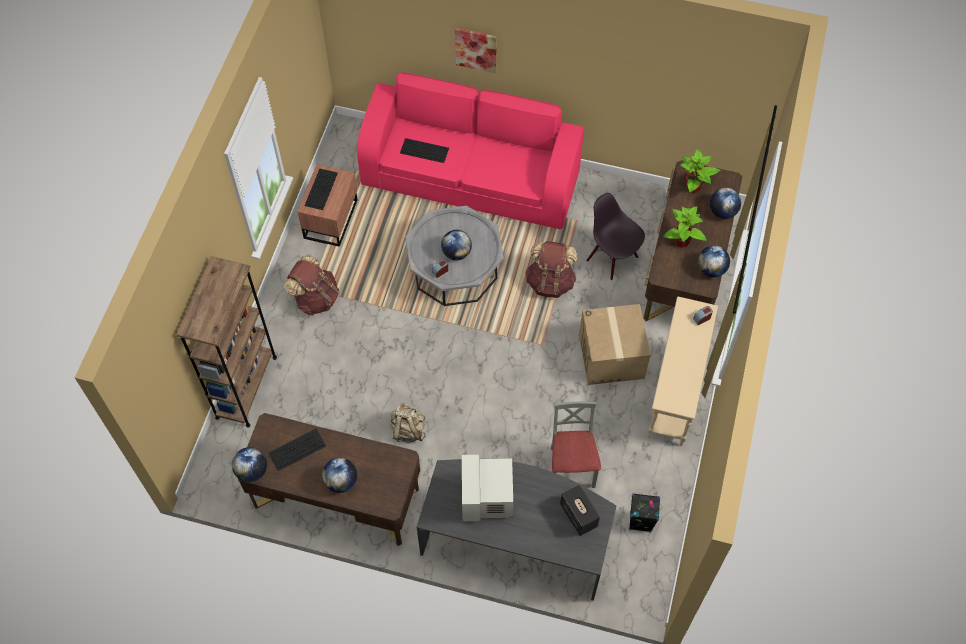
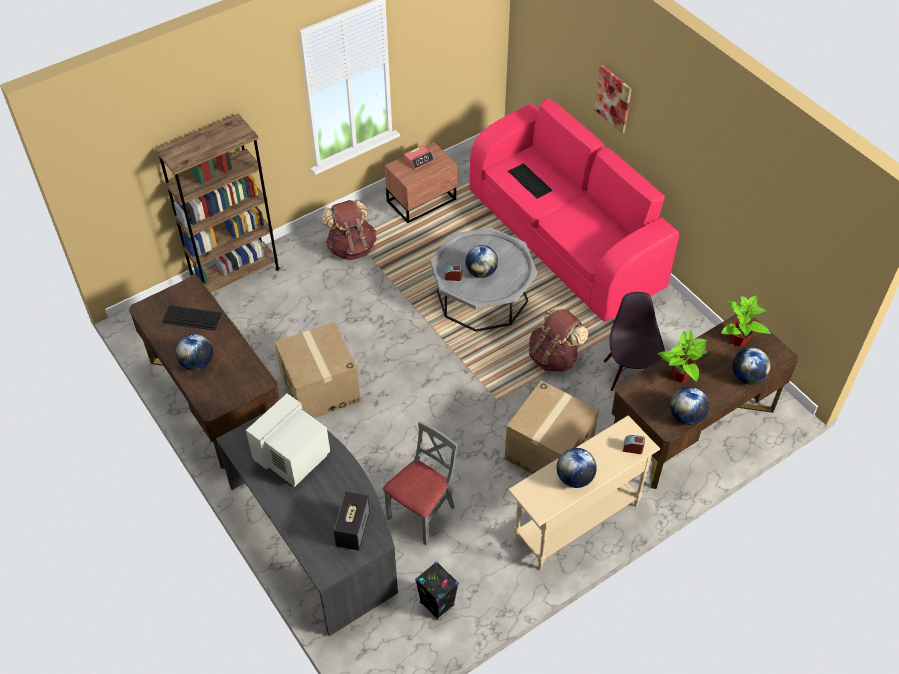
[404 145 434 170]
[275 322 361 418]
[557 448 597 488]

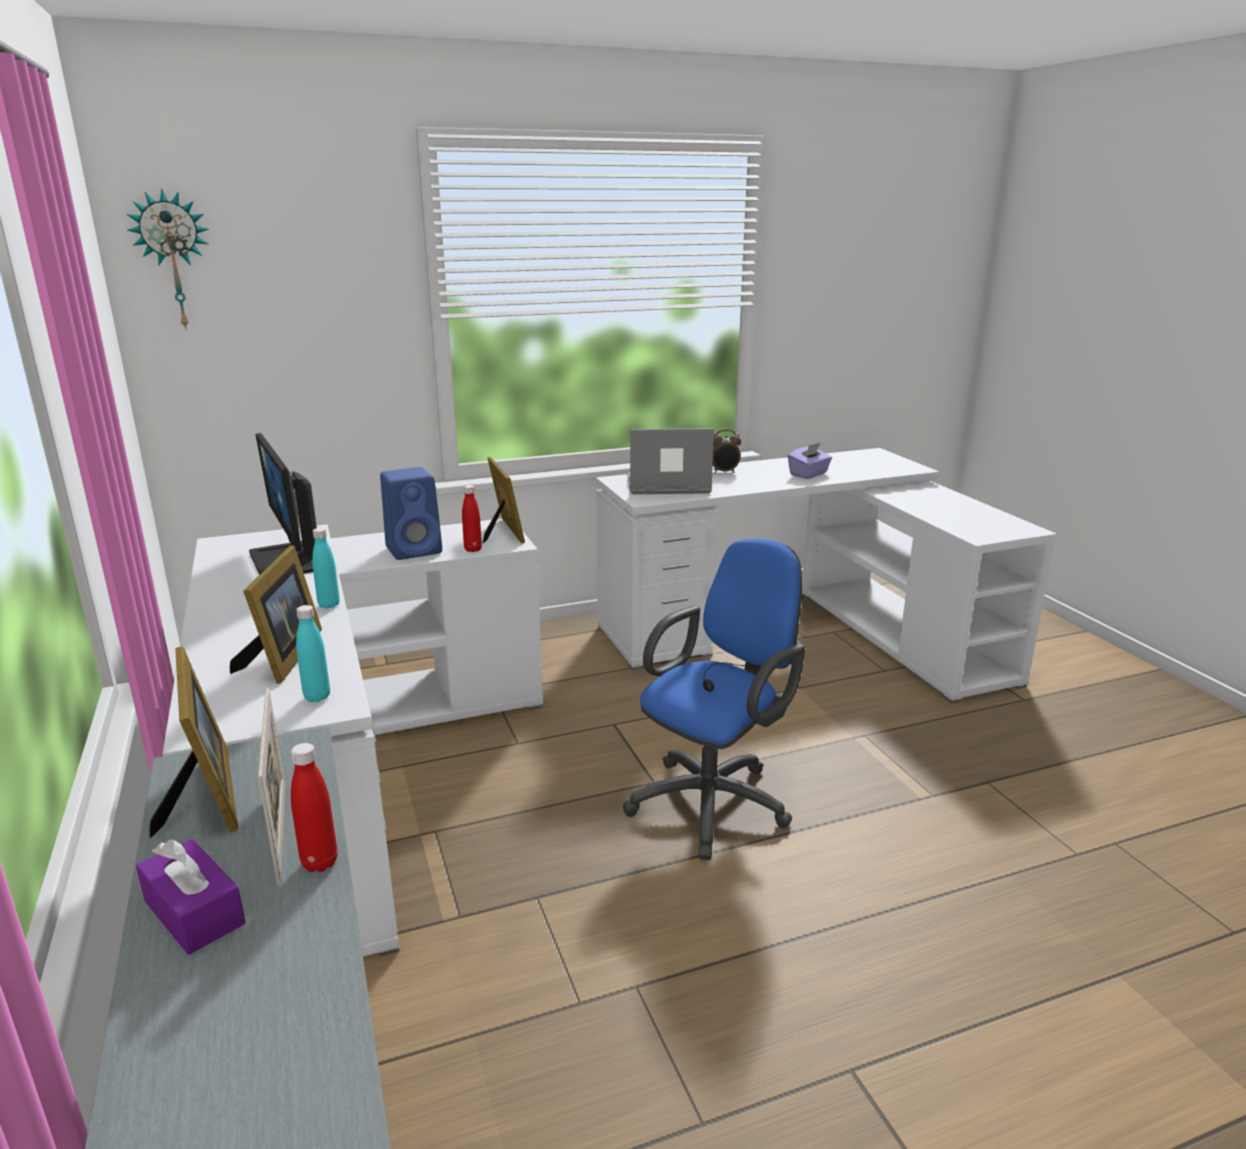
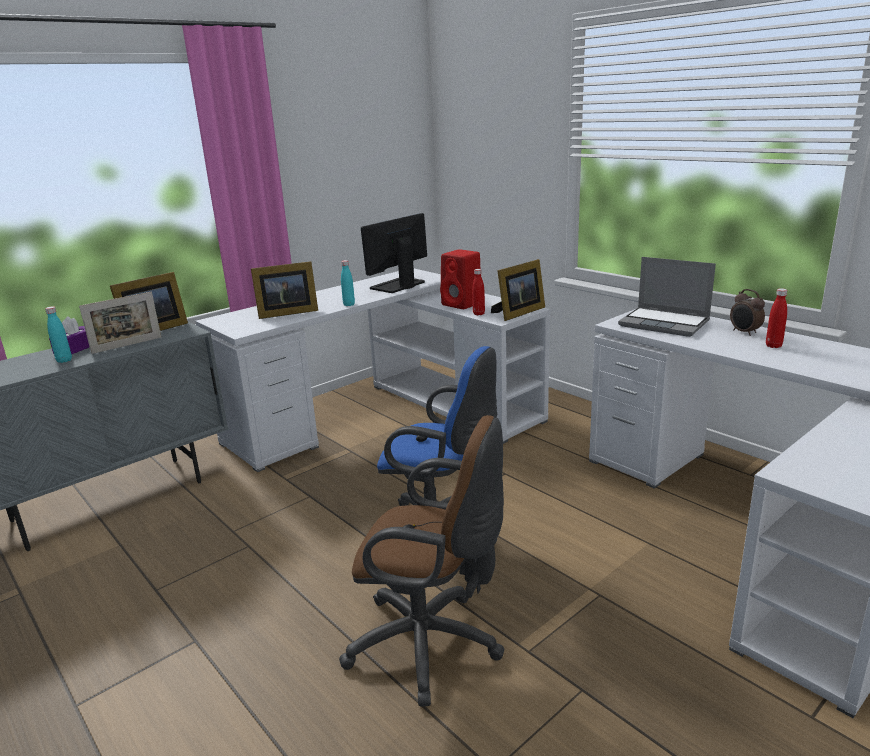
[126 188 209 331] (first image)
[618 257 716 337]
[788 442 832 479] (first image)
[440 249 480 309]
[45 306 72 363]
[766 288 787 348]
[339 415 504 706]

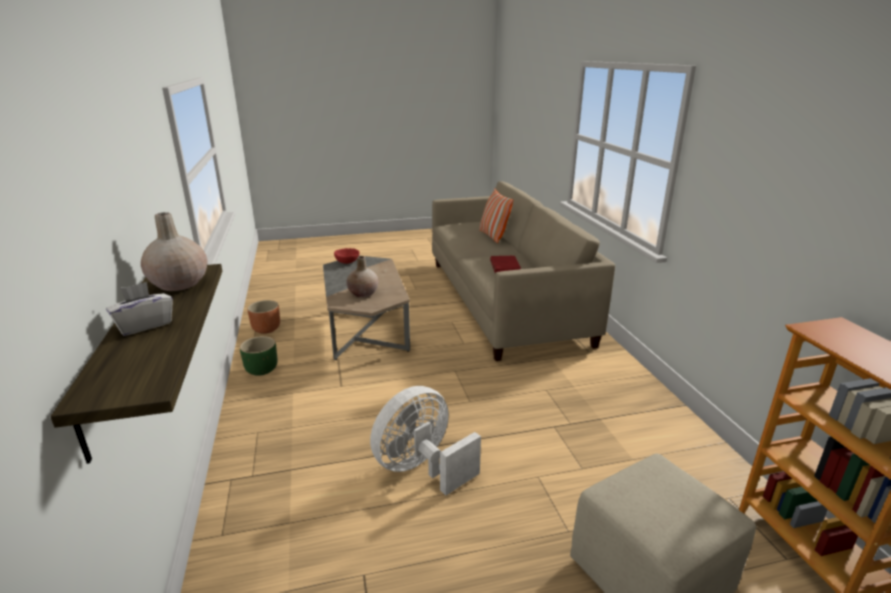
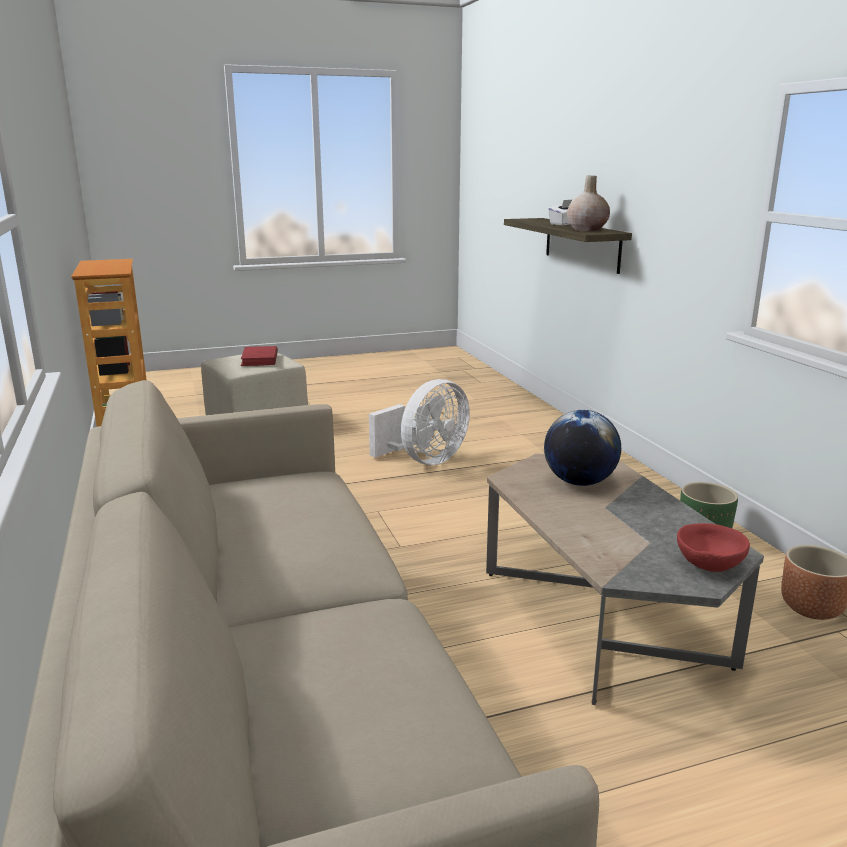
[479 189 514 243] (first image)
[544 410 621 486]
[241 346 278 366]

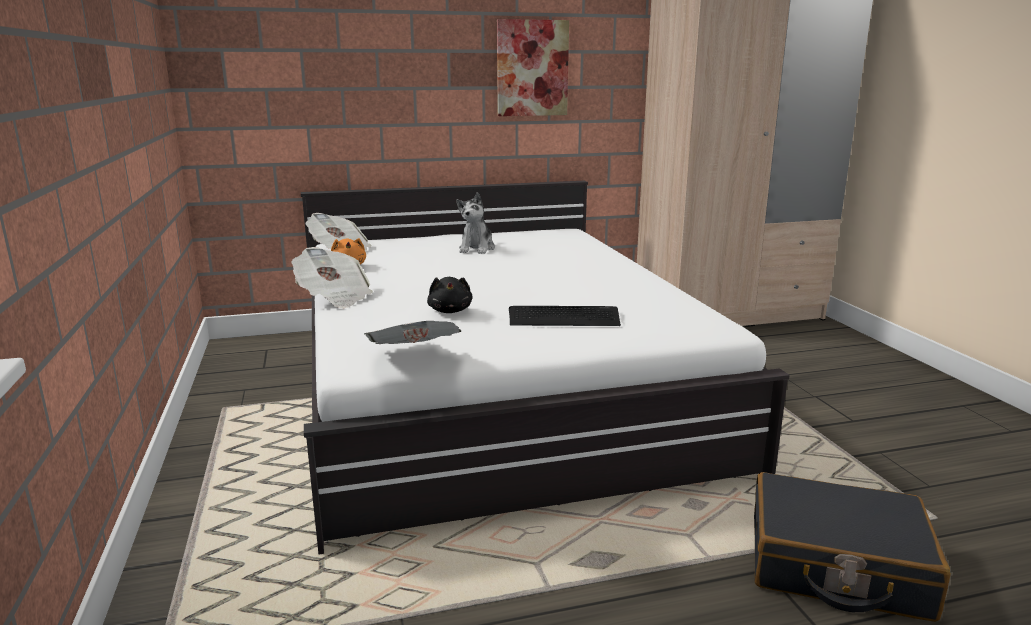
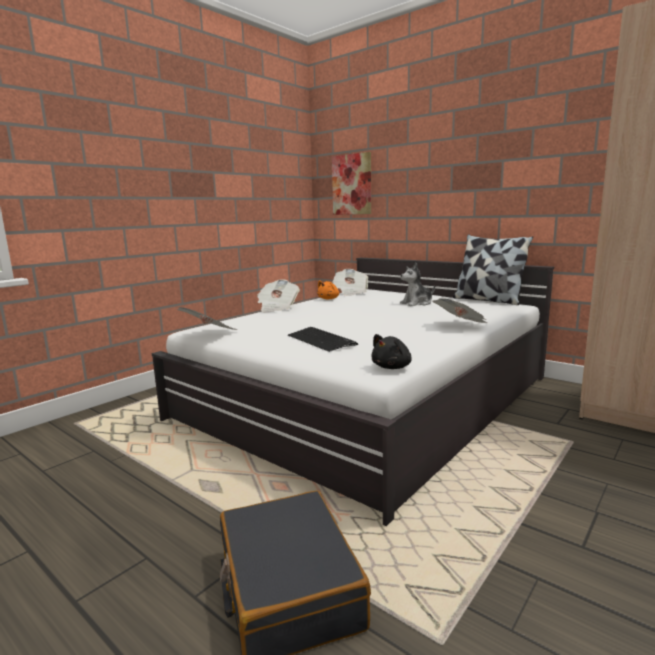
[332 152 371 215]
[371 334 412 369]
[453 235 533 305]
[432 298 487 323]

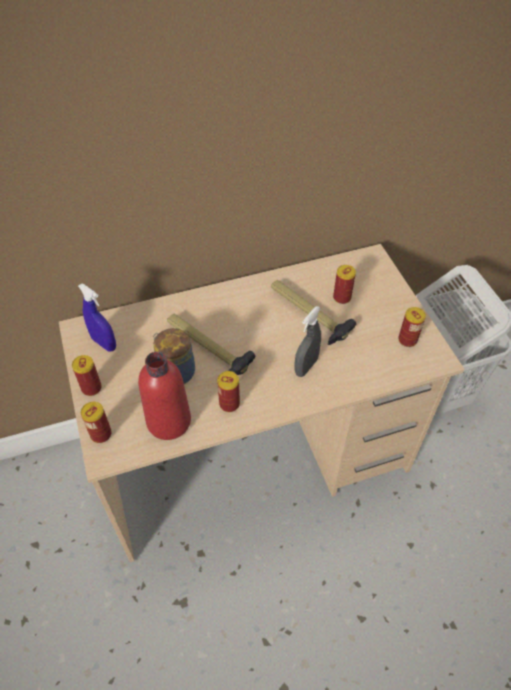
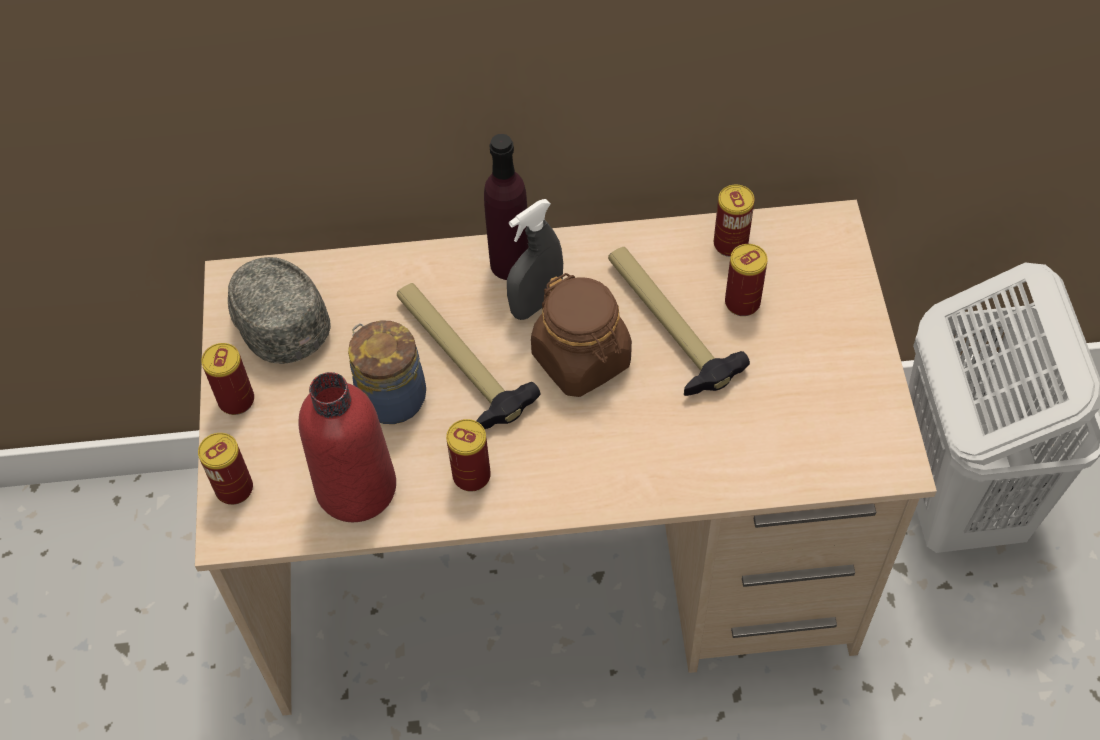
[228 257 331 364]
[507 199 563 320]
[714 185 755 257]
[484 134 529 280]
[531 273 632 397]

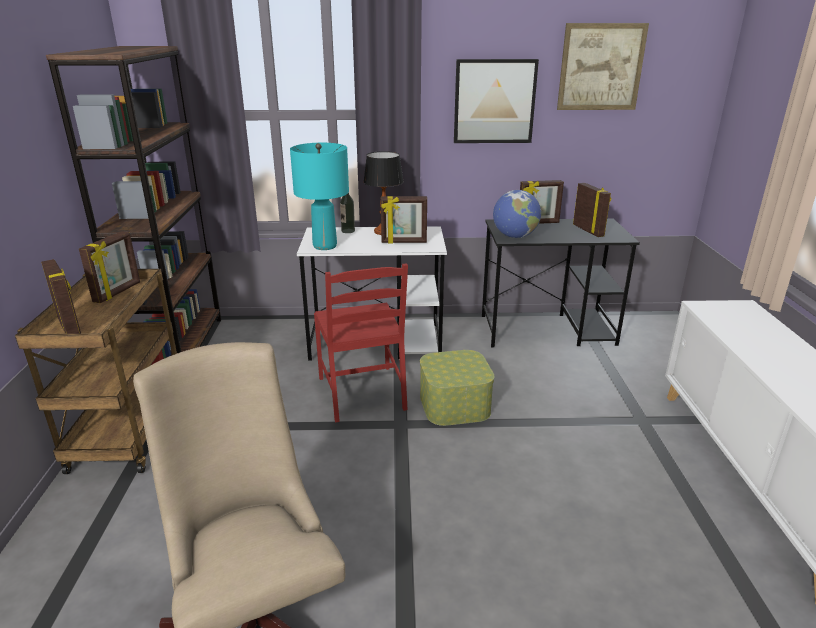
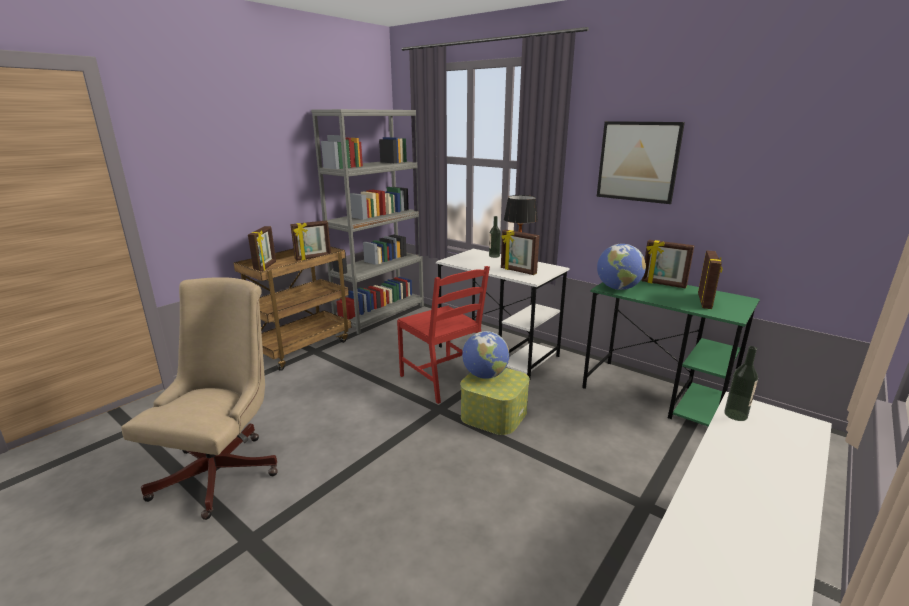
[557 23 649 110] (first image)
[311 109 424 334]
[290 143 349 250] (first image)
[582 279 760 427]
[397 266 490 404]
[462 331 510 379]
[724 346 758 421]

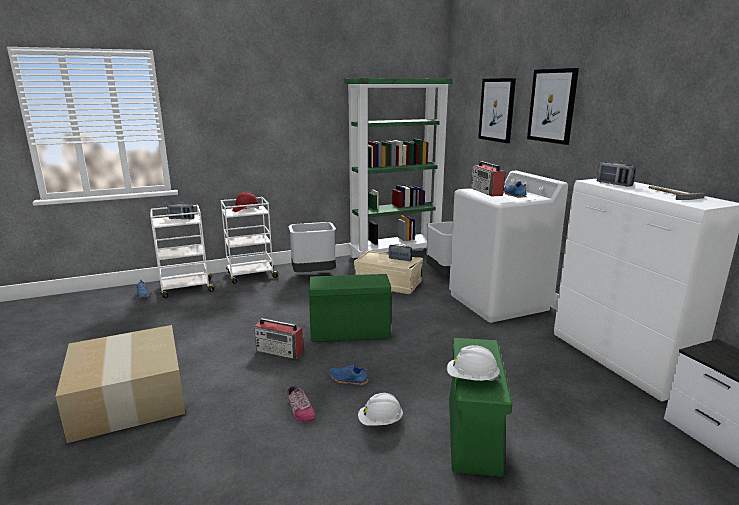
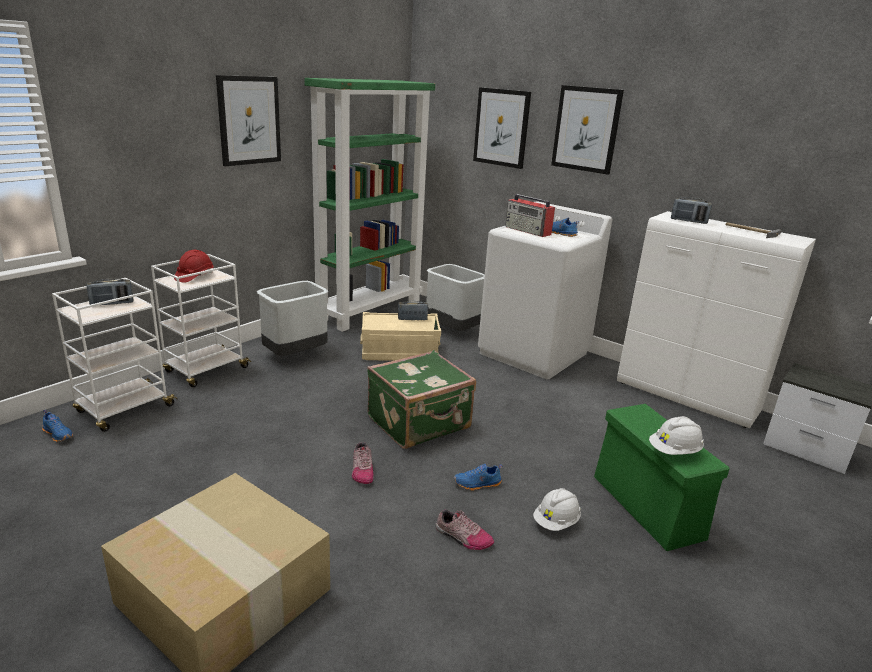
[367 350 476 449]
[352 442 373 484]
[216 75 281 166]

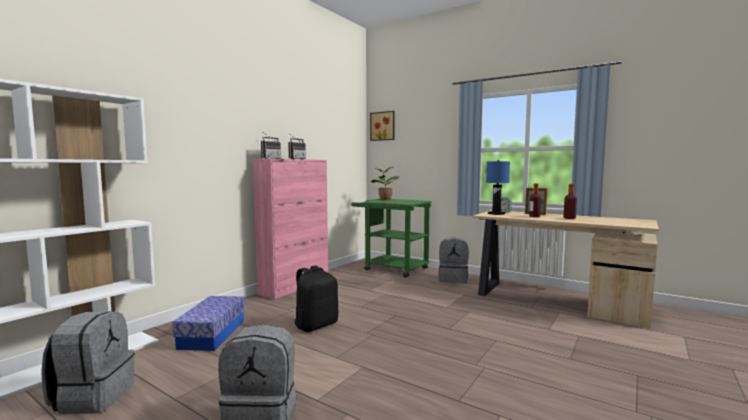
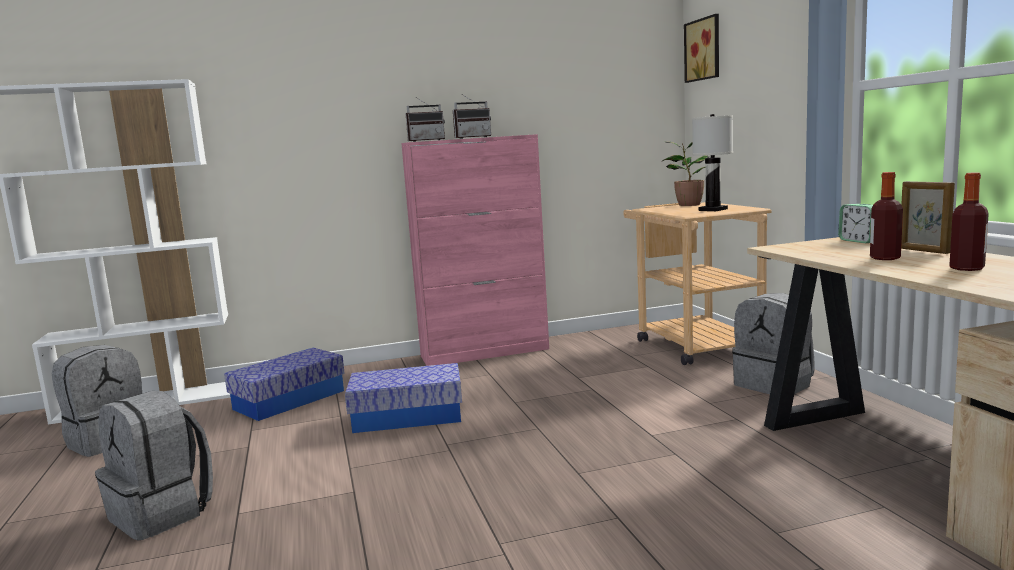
[486 160 510 215] (first image)
[623 202 772 365]
[345 363 462 433]
[692 114 733 211]

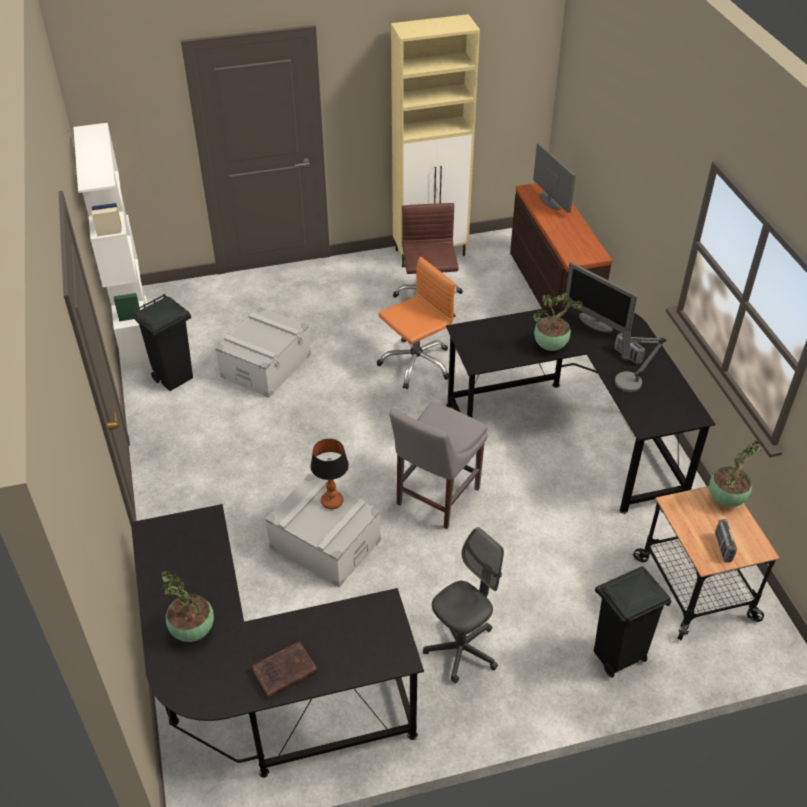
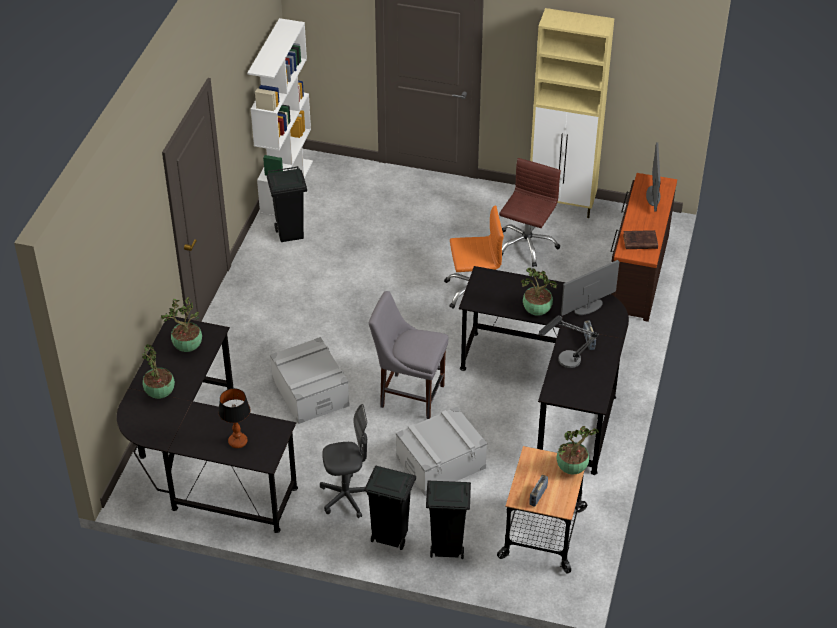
[561 260 619 316]
[396 407 487 496]
[369 291 449 419]
[218 388 250 448]
[623 230 658 249]
[161 297 202 352]
[364 466 416 550]

